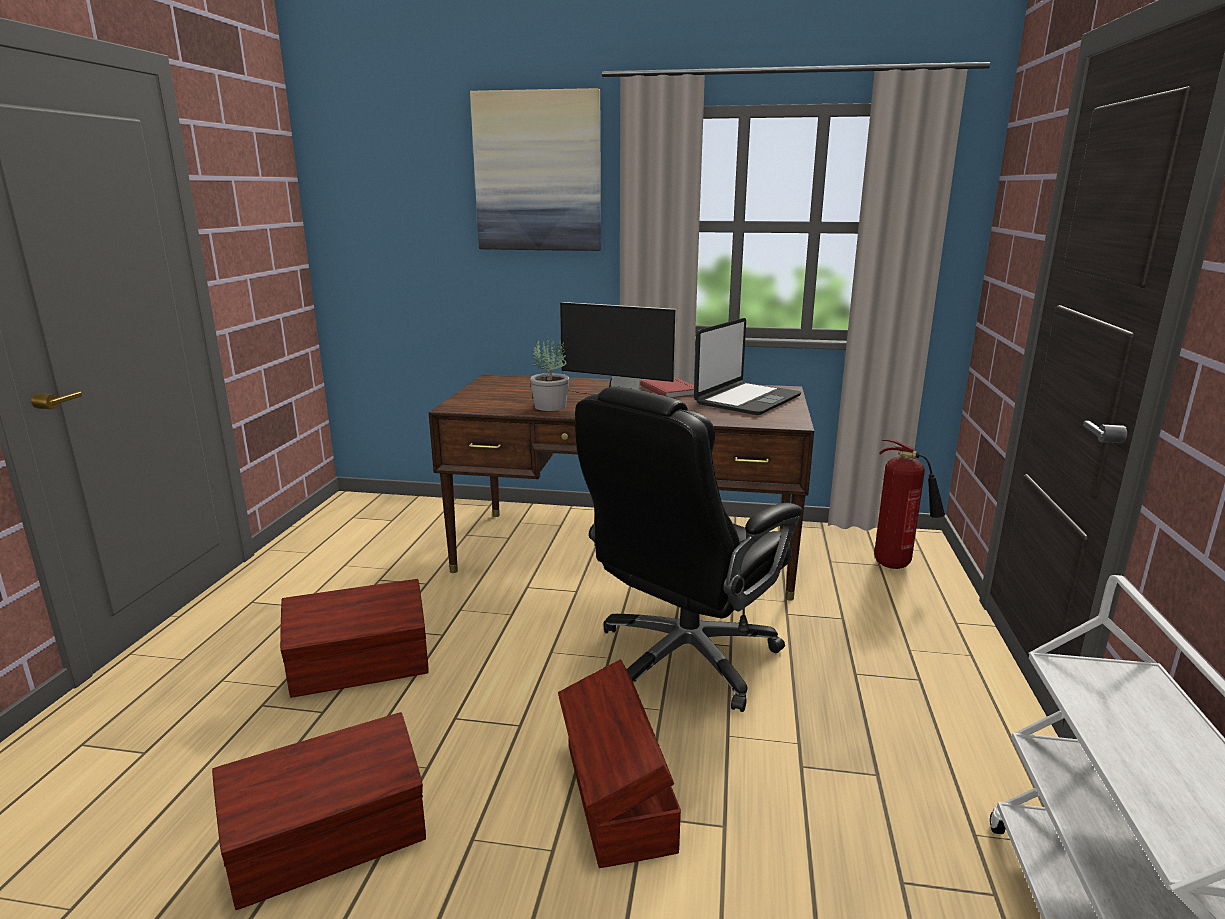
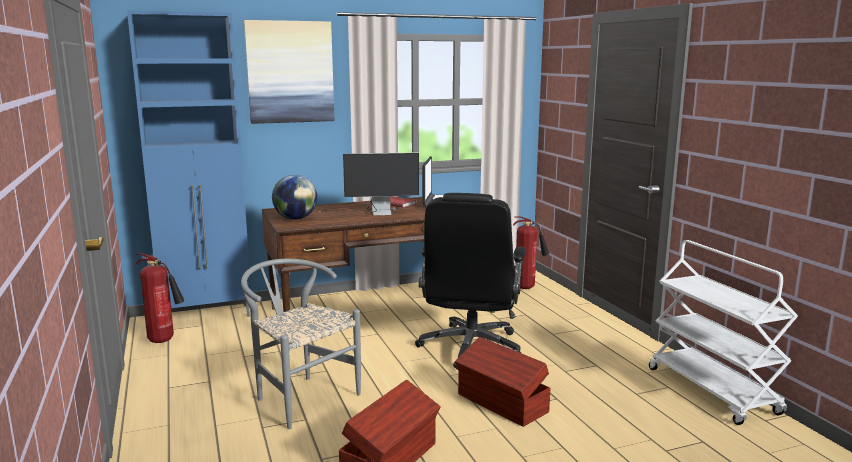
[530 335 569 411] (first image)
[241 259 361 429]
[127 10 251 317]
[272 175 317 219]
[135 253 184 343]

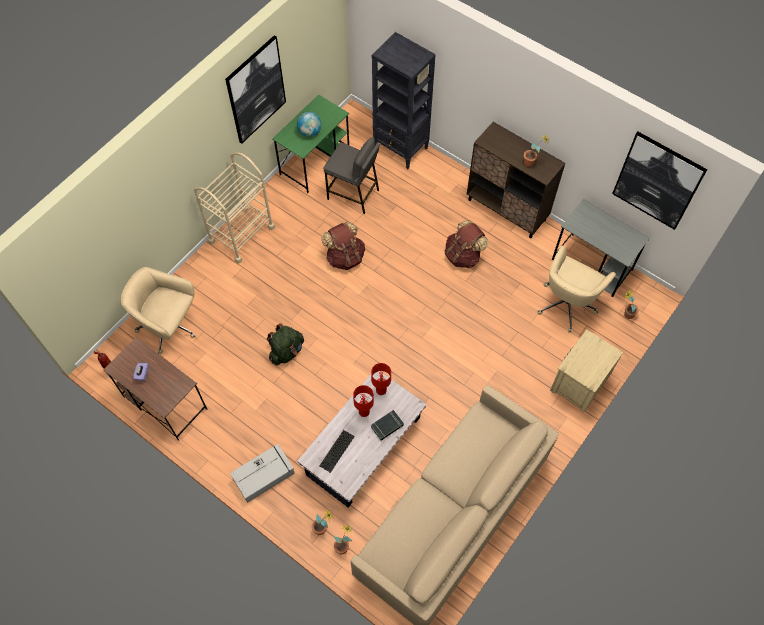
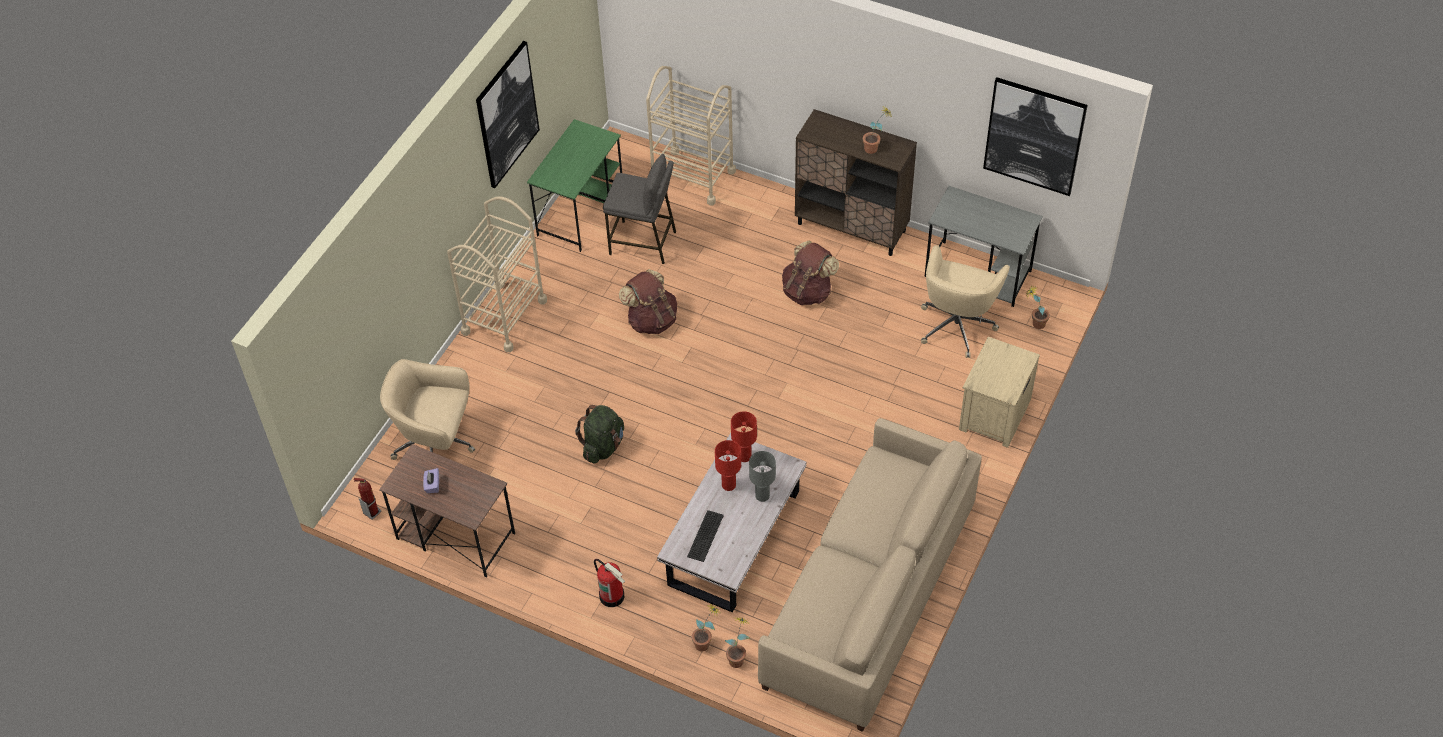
[646 66 736 206]
[297 112 321 137] (first image)
[749 451 776 502]
[594 559 625 607]

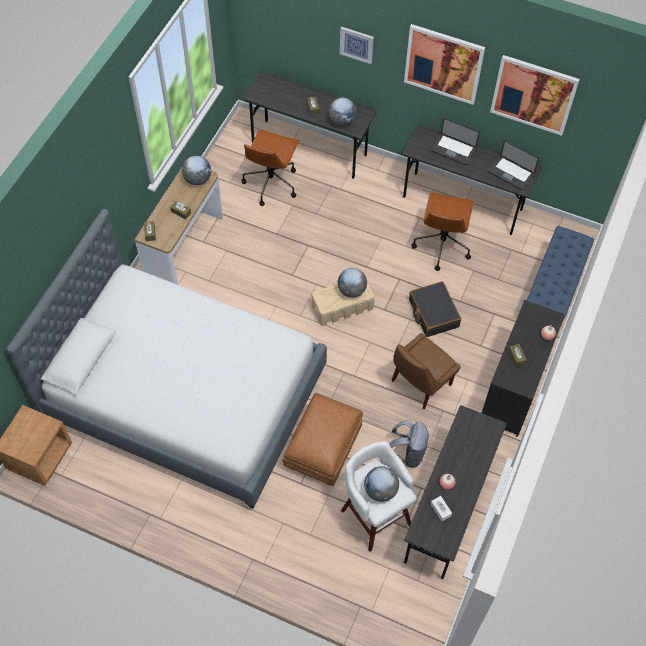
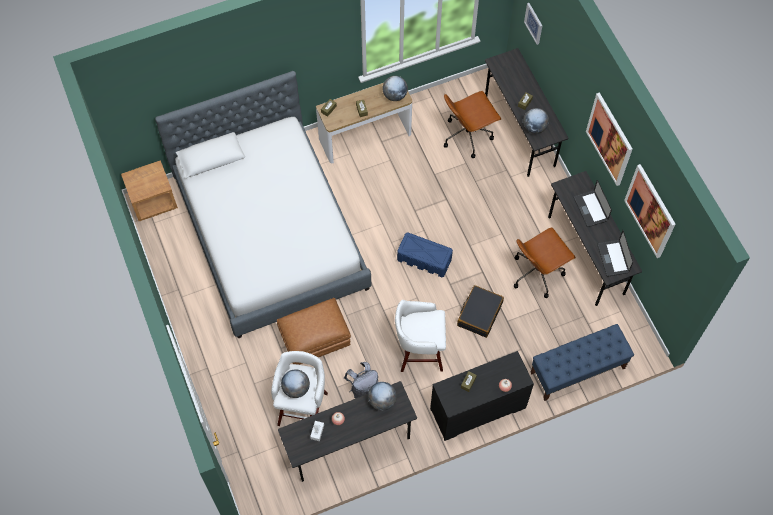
[524 3 542 45]
[368 382 397 411]
[397 232 453 277]
[395 300 446 372]

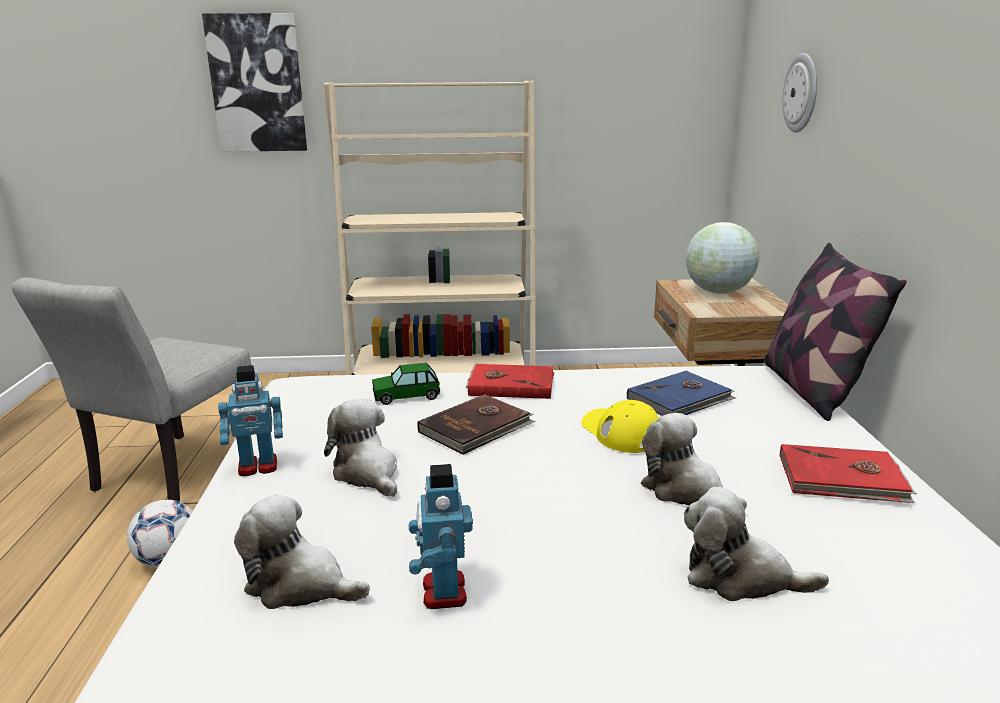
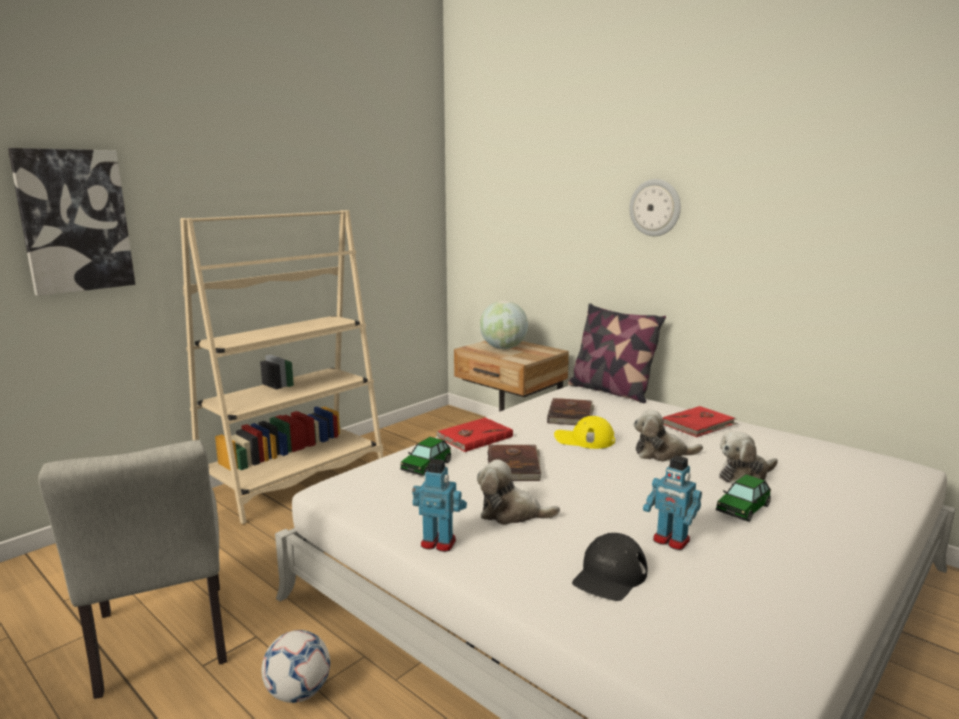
[629 179 681 236]
[412 459 467 552]
[547 398 595 425]
[572 533 647 601]
[716 474 771 522]

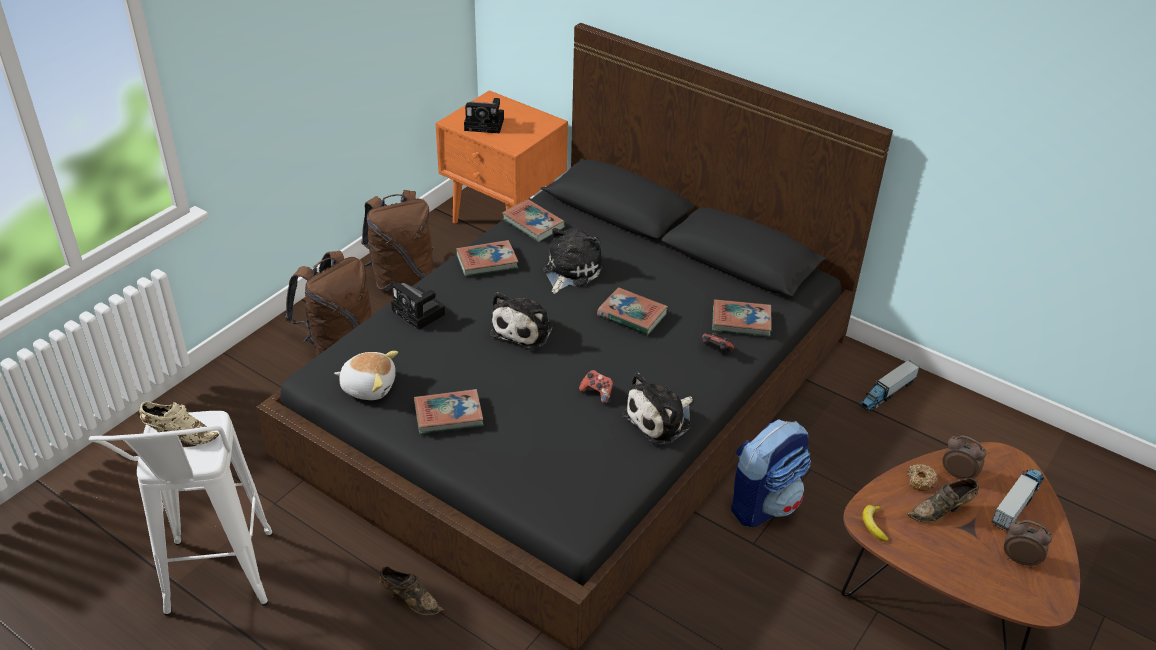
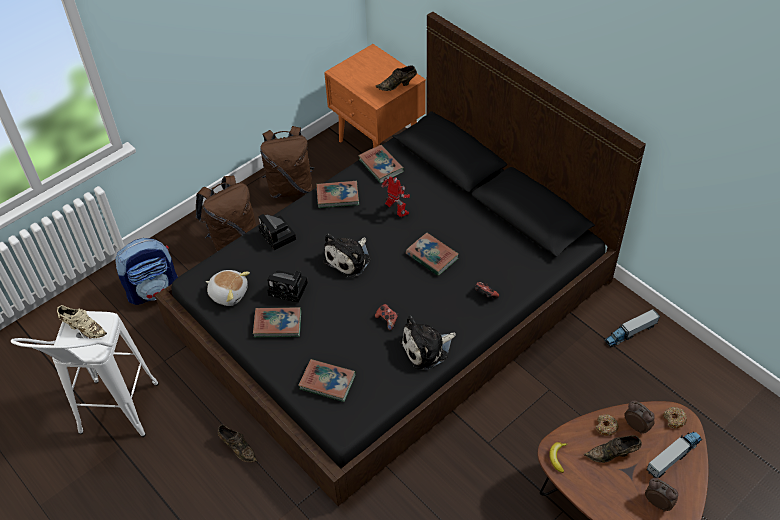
[267 270 308 303]
[381 176 410 217]
[298 359 356 402]
[116 238 178 305]
[375 65 417 91]
[663 407 687 428]

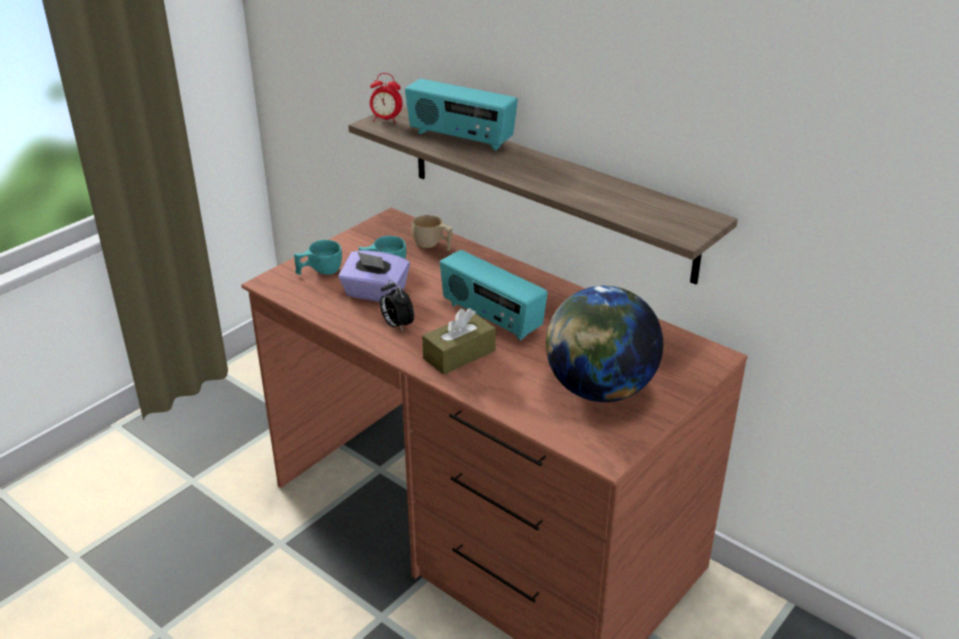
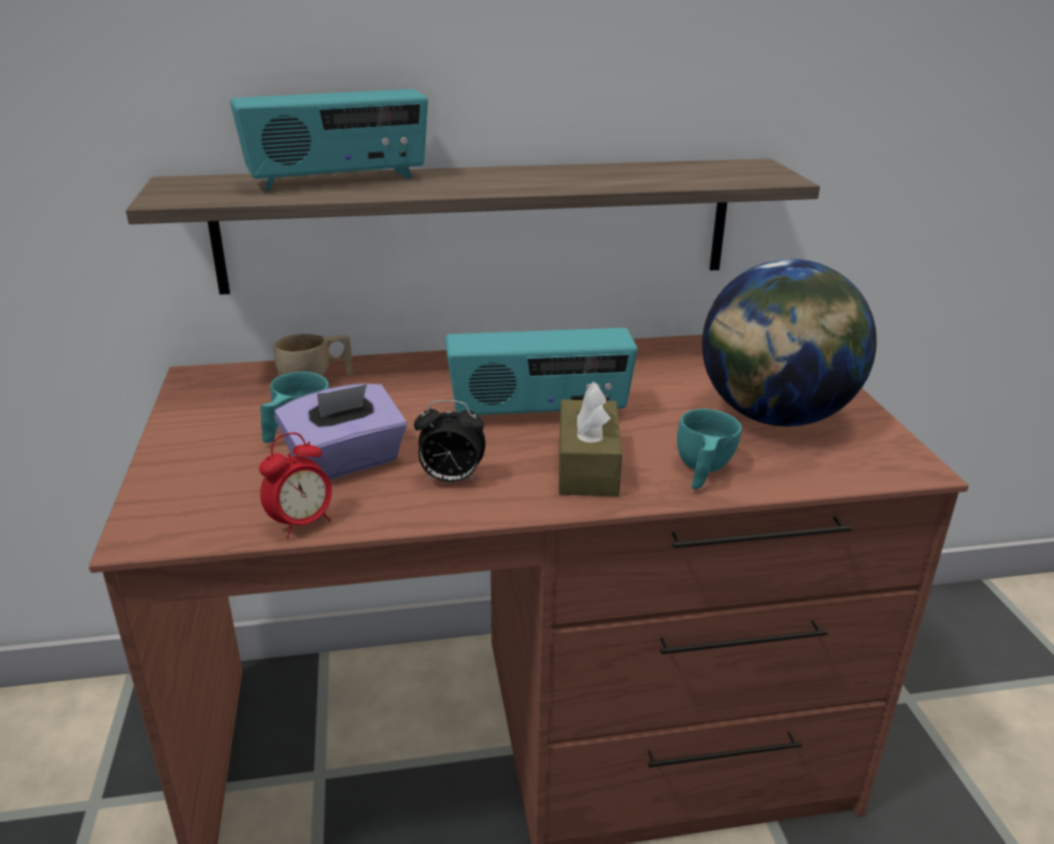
[259 432 332 539]
[677 409 742 489]

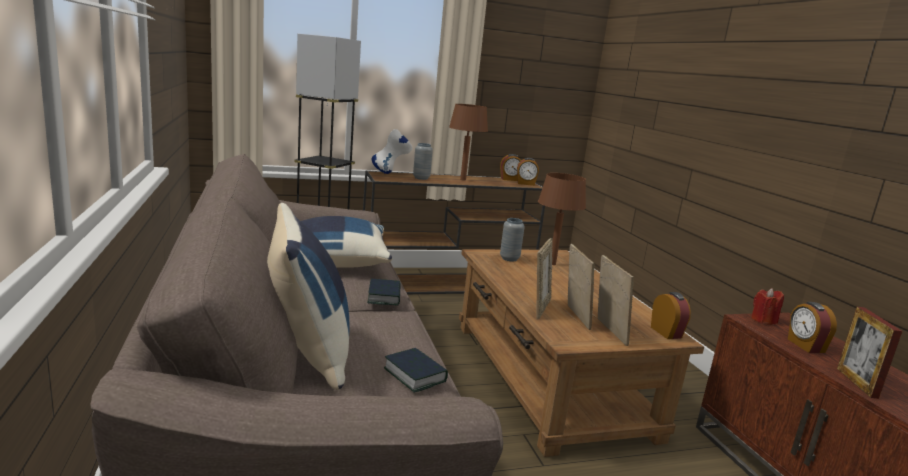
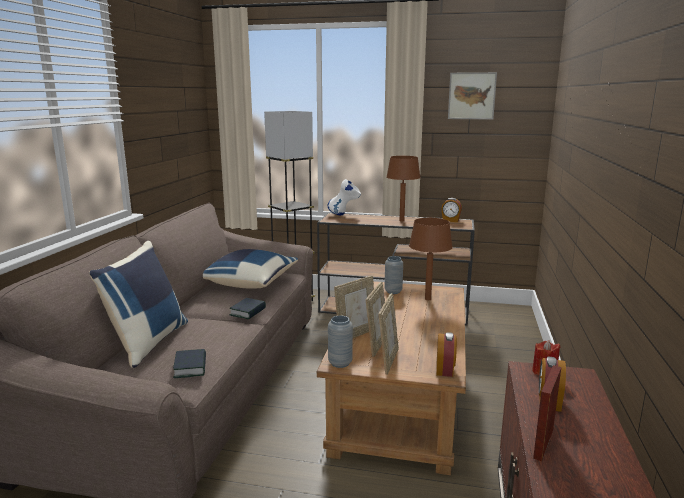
[328 316 353 368]
[517 158 539 186] (first image)
[448 72 497 120]

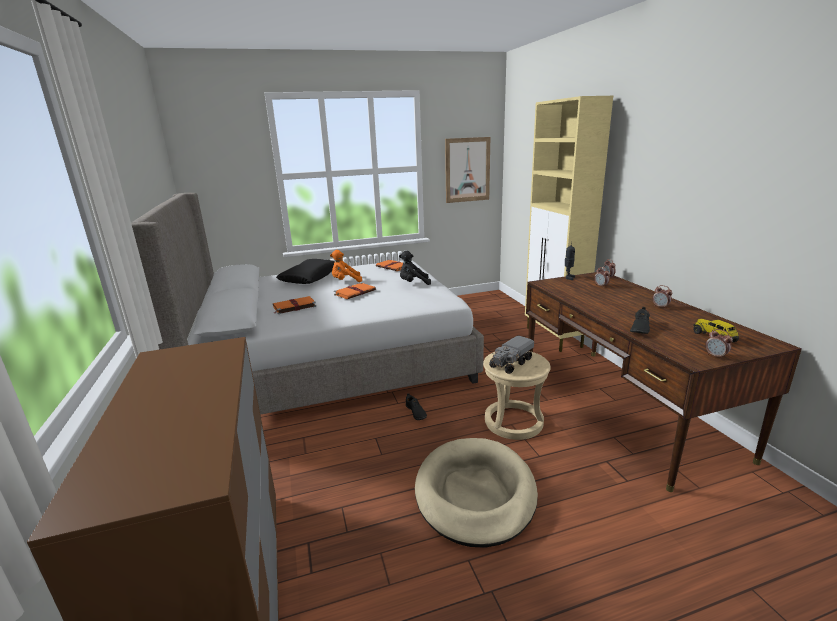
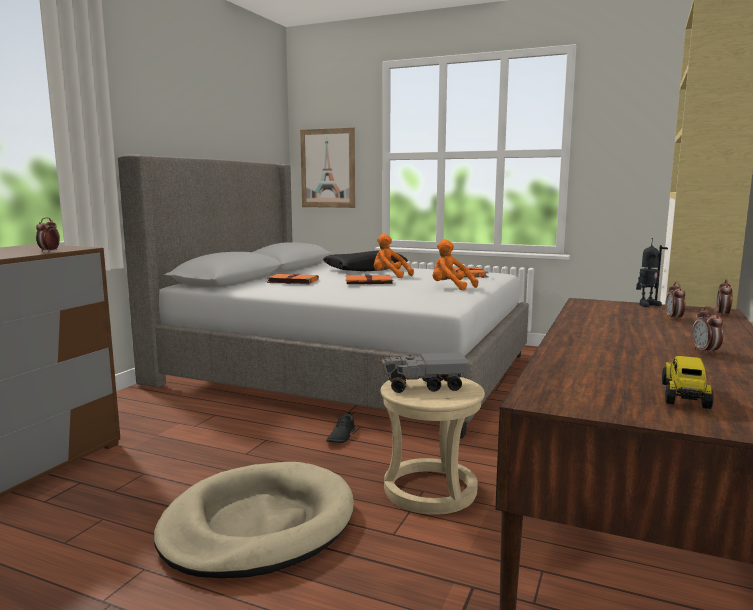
[300 128 355 208]
[433 239 478 290]
[630 307 650 334] (first image)
[36 217 60 252]

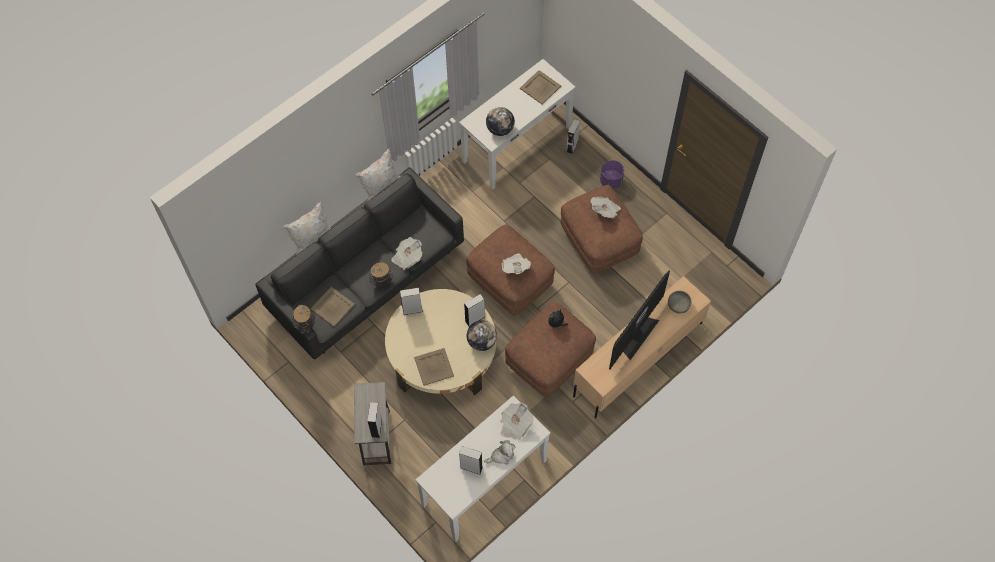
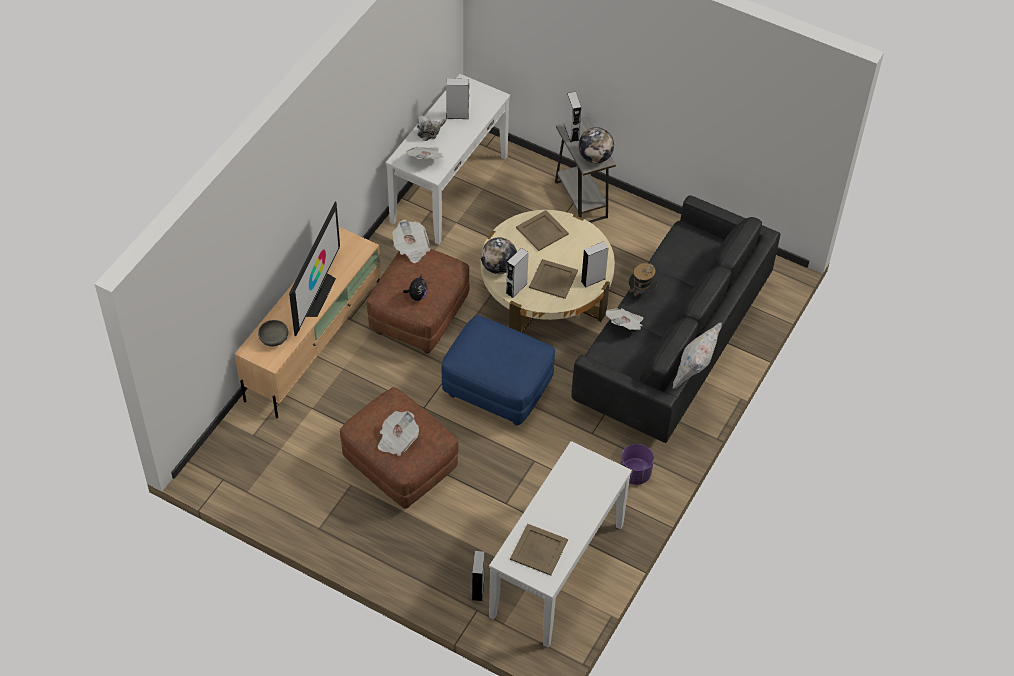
[578 127 614 163]
[620 444 654 485]
[283 201 331 255] (first image)
[442 315 555 426]
[392 220 430 263]
[529 259 578 299]
[292 305 315 334] (first image)

